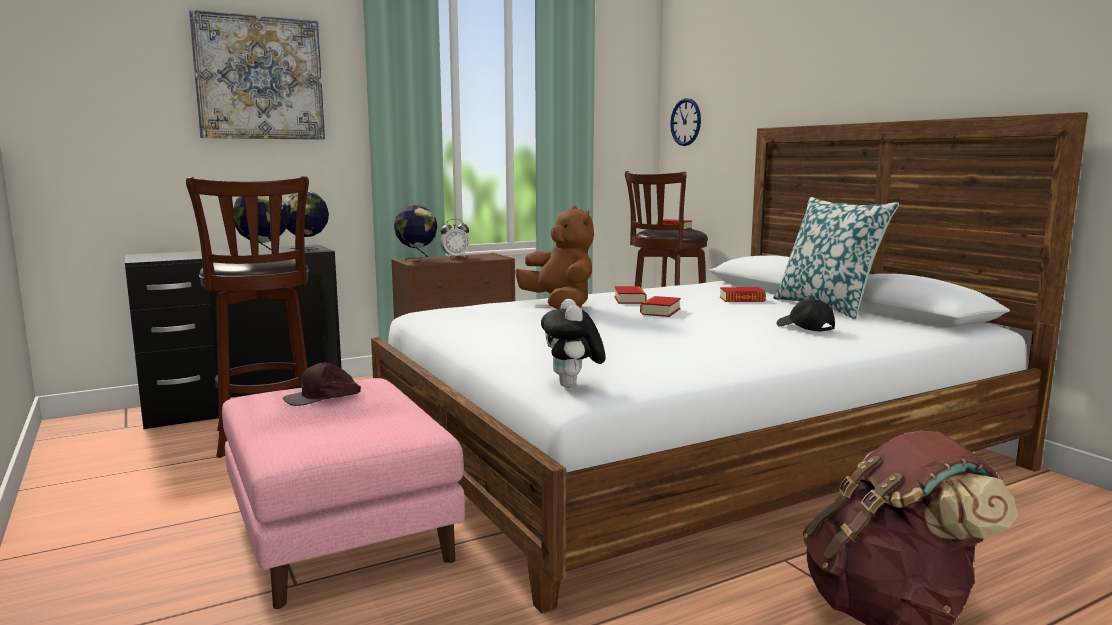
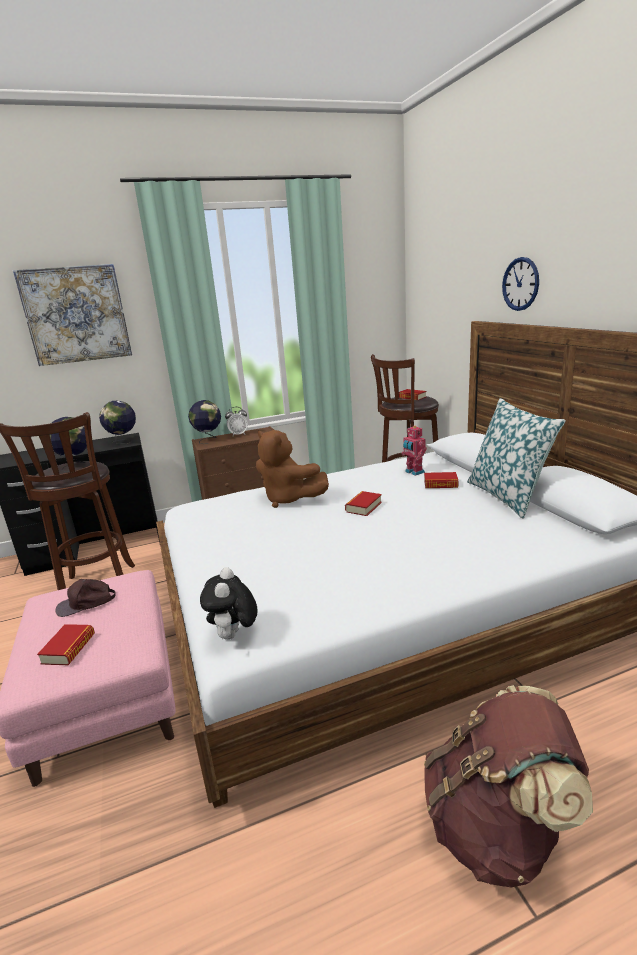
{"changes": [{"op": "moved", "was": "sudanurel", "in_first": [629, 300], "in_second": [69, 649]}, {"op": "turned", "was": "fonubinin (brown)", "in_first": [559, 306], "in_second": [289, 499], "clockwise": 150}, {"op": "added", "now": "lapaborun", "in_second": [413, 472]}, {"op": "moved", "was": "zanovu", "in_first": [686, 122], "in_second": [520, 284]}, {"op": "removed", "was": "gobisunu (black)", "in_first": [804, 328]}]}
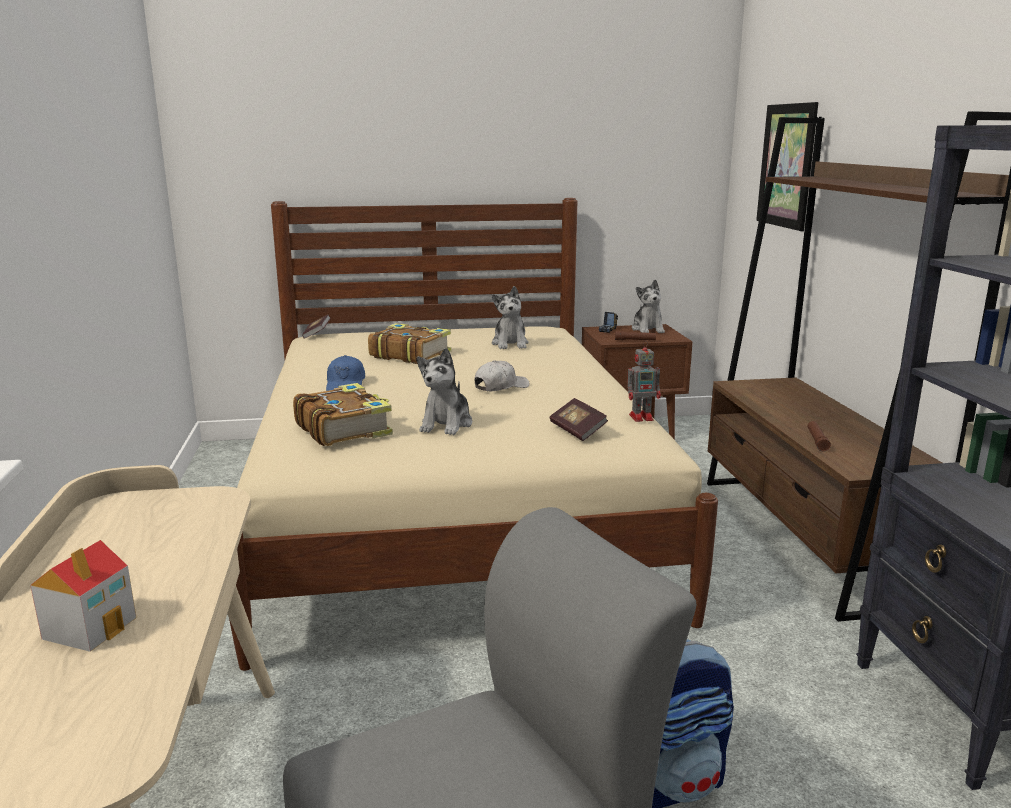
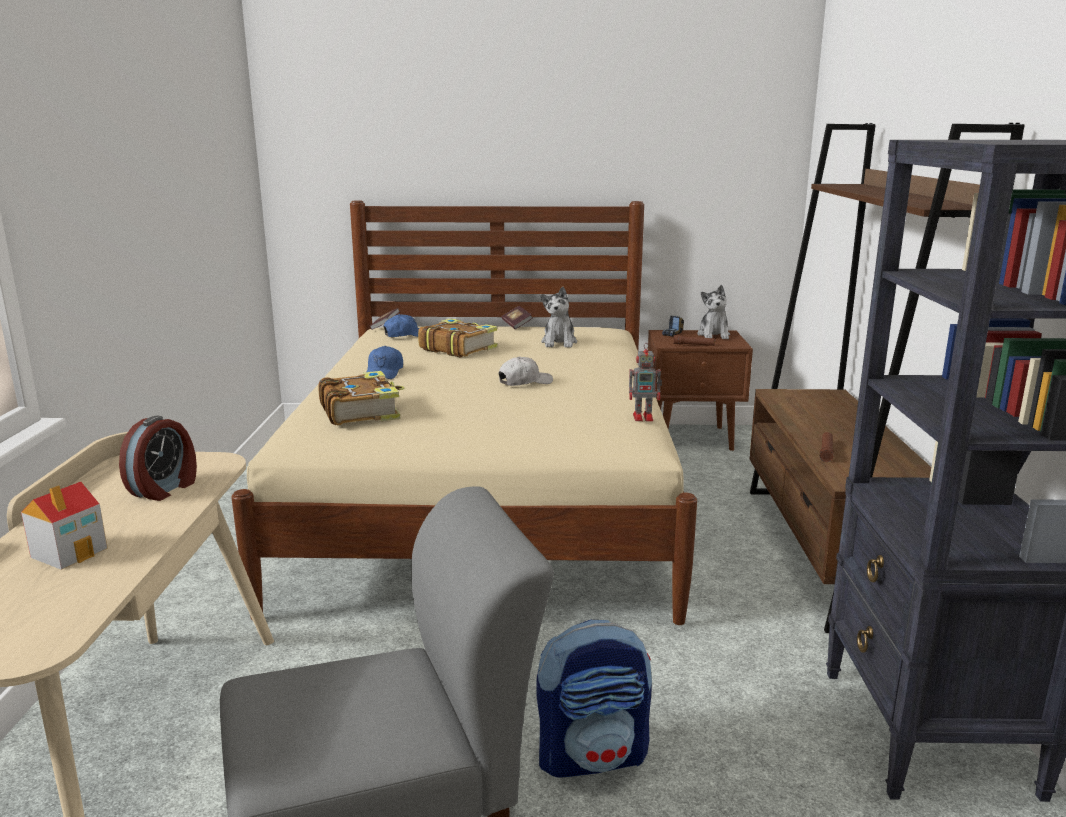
{"changes": [{"op": "added", "now": "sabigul", "in_second": [165, 489]}, {"op": "added", "now": "gobisunu (blue)", "in_second": [406, 335]}, {"op": "moved", "was": "sudanurel", "in_first": [577, 430], "in_second": [517, 325]}, {"op": "removed", "was": "fonubinin", "in_first": [446, 424]}, {"op": "removed", "was": "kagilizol", "in_first": [786, 166]}]}
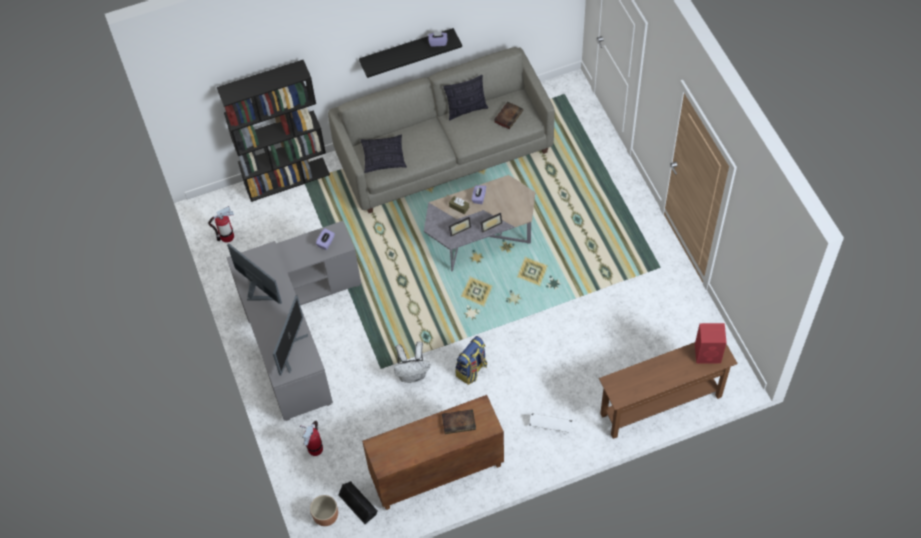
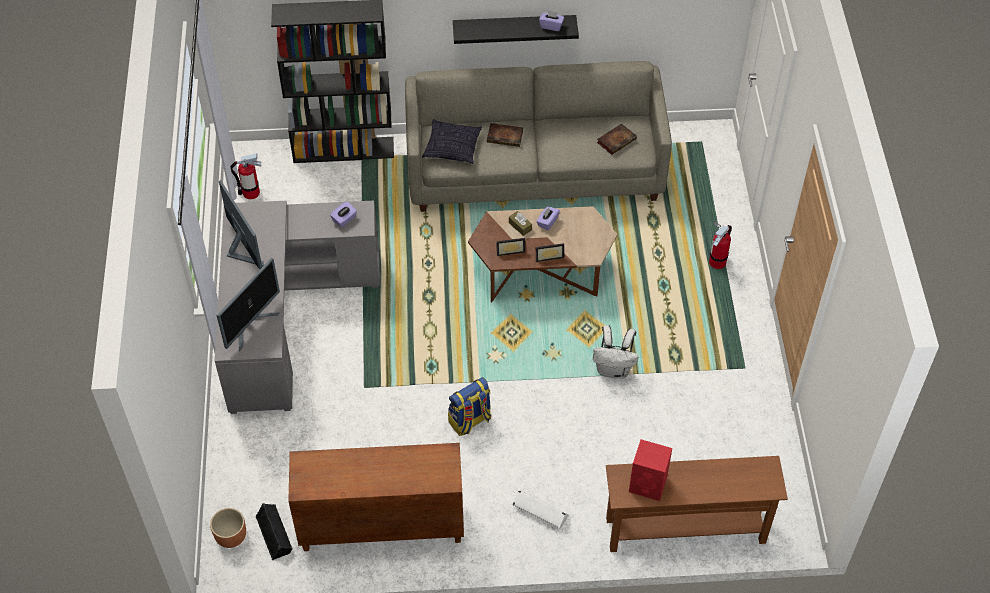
{"changes": [{"op": "recoloured", "was": "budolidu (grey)", "now": "budolidu (brown)", "in_first": [480, 235], "in_second": [541, 271]}, {"op": "moved", "was": "sudanurel", "in_first": [459, 422], "in_second": [506, 136]}, {"op": "moved", "was": "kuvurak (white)", "in_first": [413, 374], "in_second": [614, 369]}, {"op": "moved", "was": "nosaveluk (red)", "in_first": [708, 353], "in_second": [648, 484]}, {"op": "moved", "was": "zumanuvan", "in_first": [315, 448], "in_second": [717, 262]}, {"op": "removed", "was": "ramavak", "in_first": [466, 109]}]}
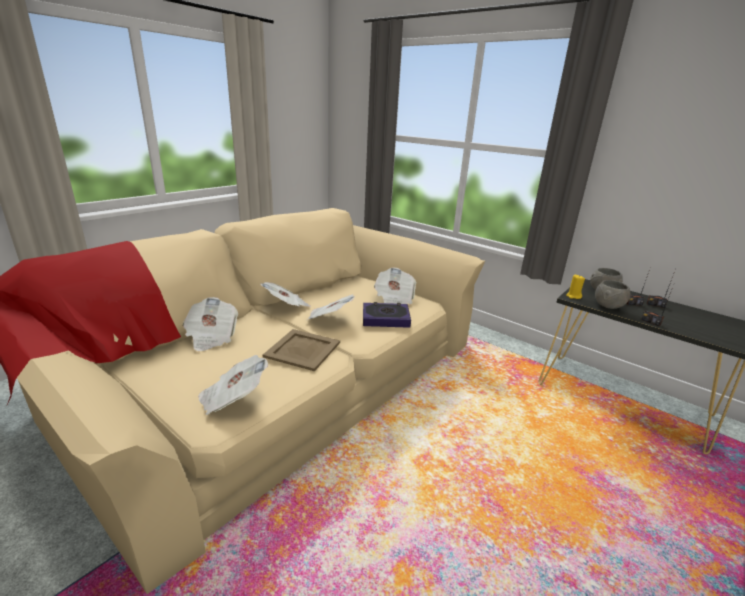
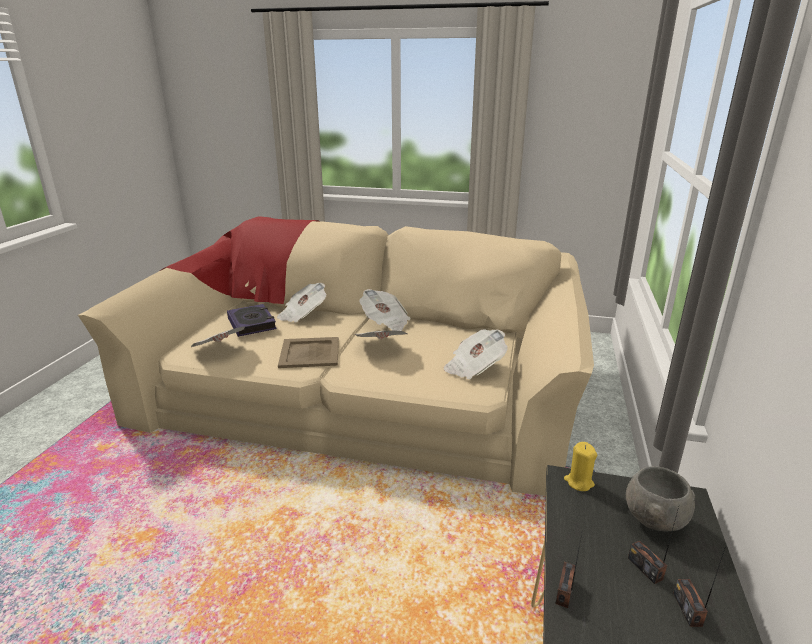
{"changes": [{"op": "moved", "was": "sudanurel", "in_first": [385, 318], "in_second": [252, 324]}, {"op": "removed", "was": "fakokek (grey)", "in_first": [608, 307]}]}
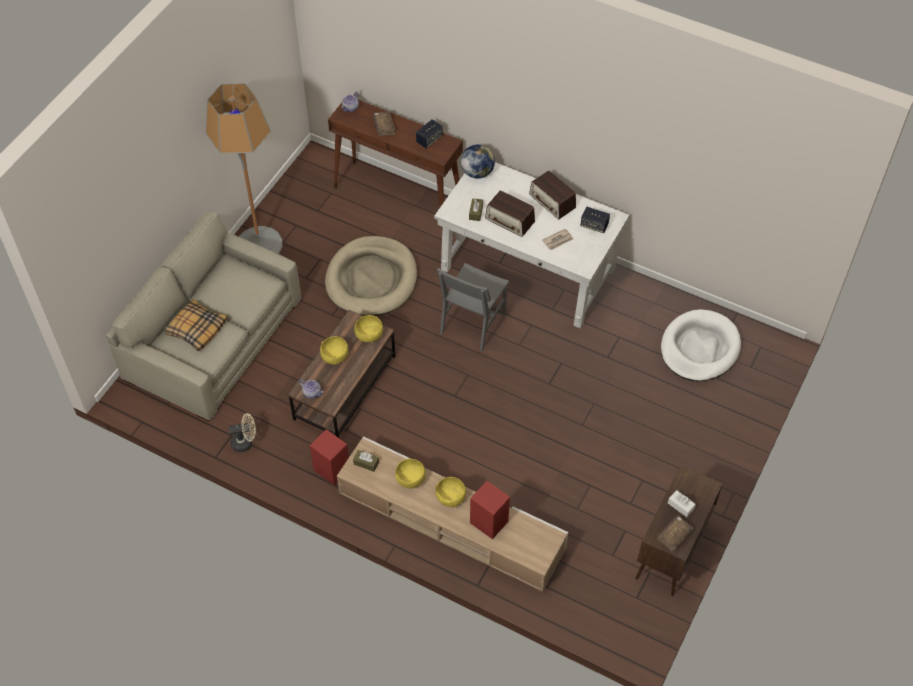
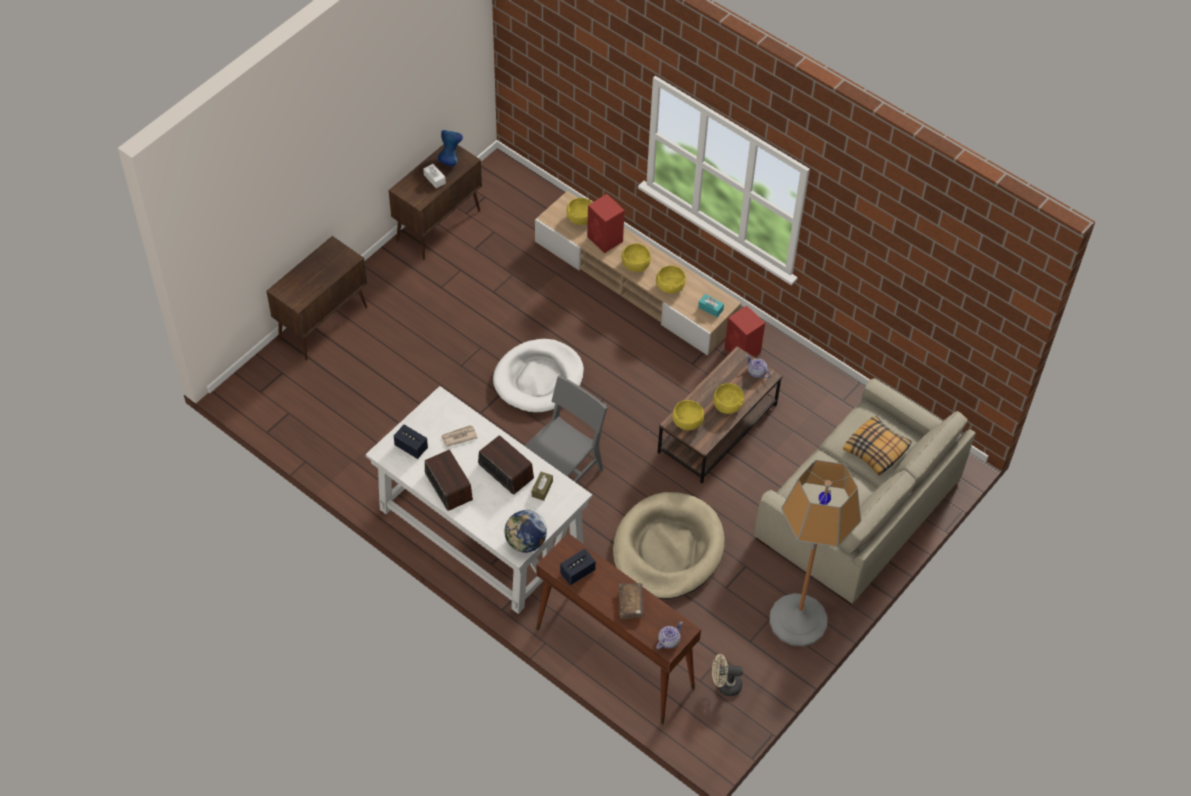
{"changes": [{"op": "added", "now": "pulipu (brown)", "in_second": [323, 323]}, {"op": "replaced", "was": "sudanurel (brown)", "now": "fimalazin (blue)", "in_first": [674, 535], "in_second": [450, 158]}, {"op": "moved", "was": "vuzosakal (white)", "in_first": [699, 348], "in_second": [538, 379]}, {"op": "added", "now": "fakokek (yellow)", "in_second": [581, 218]}, {"op": "recoloured", "was": "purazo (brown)", "now": "purazo (turquoise)", "in_first": [366, 463], "in_second": [710, 308]}, {"op": "moved", "was": "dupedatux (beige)", "in_first": [245, 442], "in_second": [725, 685]}]}
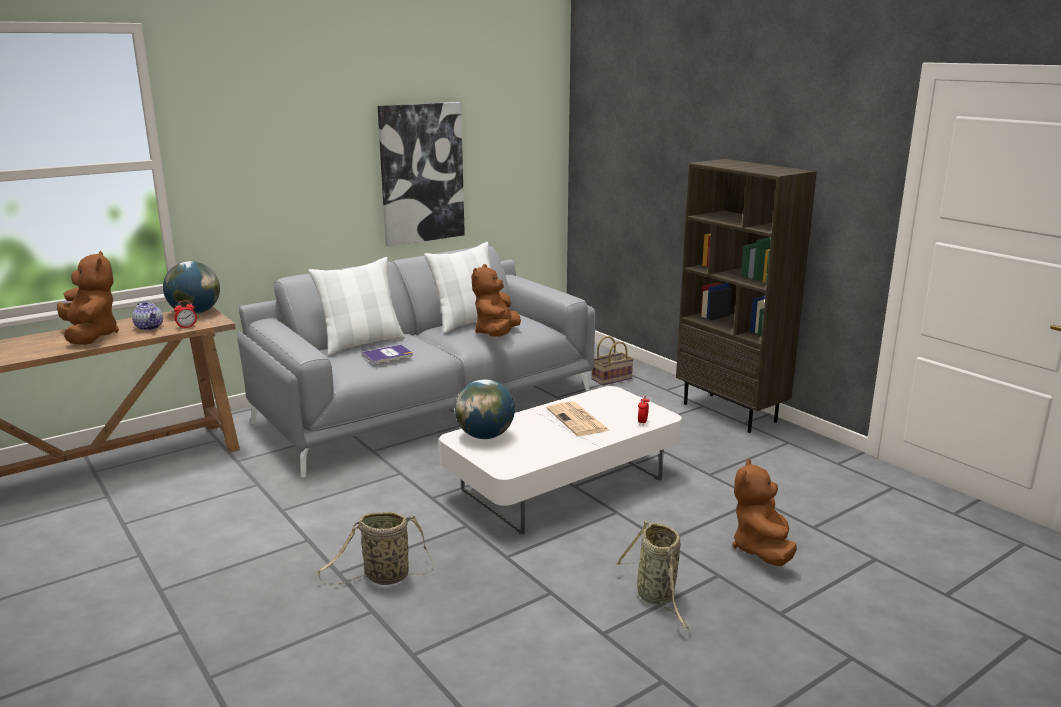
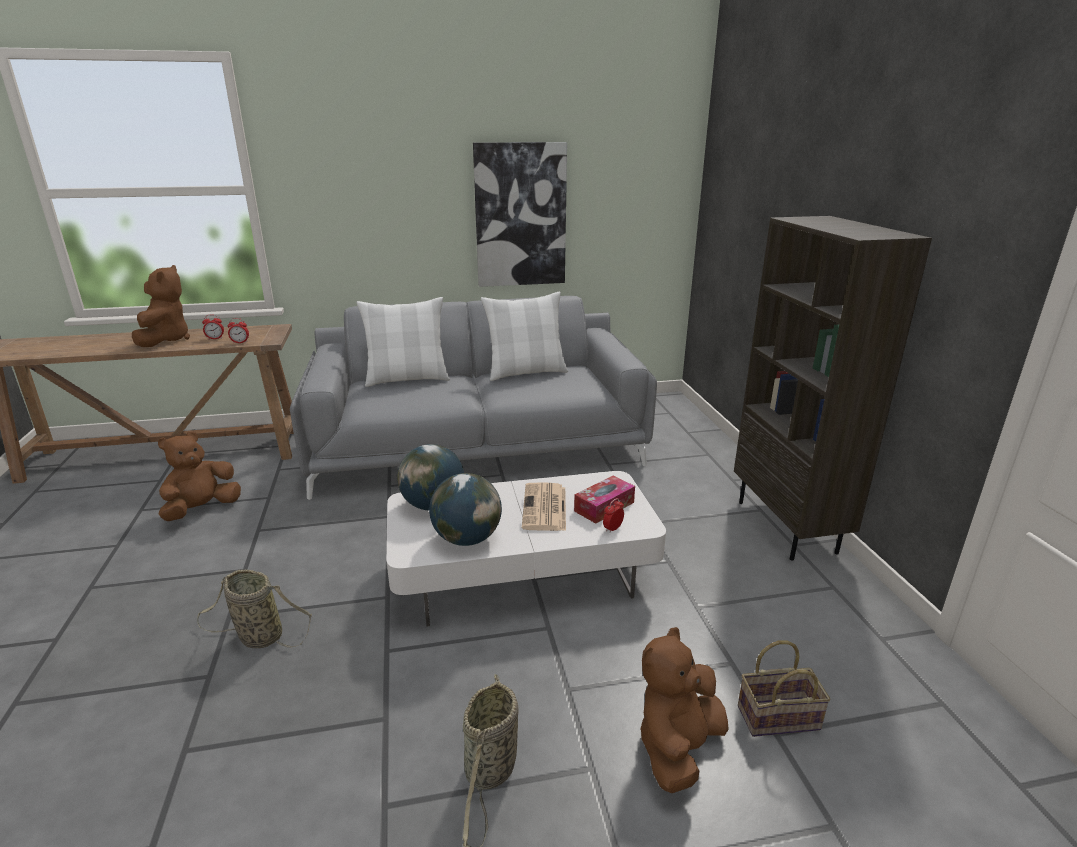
{"changes": [{"op": "moved", "was": "fonubinin (brown)", "in_first": [496, 334], "in_second": [202, 509]}, {"op": "replaced", "was": "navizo", "now": "sabigul", "in_first": [149, 327], "in_second": [215, 338]}, {"op": "moved", "was": "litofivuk", "in_first": [194, 313], "in_second": [466, 539]}, {"op": "added", "now": "purazo", "in_second": [604, 506]}, {"op": "moved", "was": "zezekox", "in_first": [612, 378], "in_second": [779, 716]}, {"op": "removed", "was": "sudanurel", "in_first": [387, 355]}]}
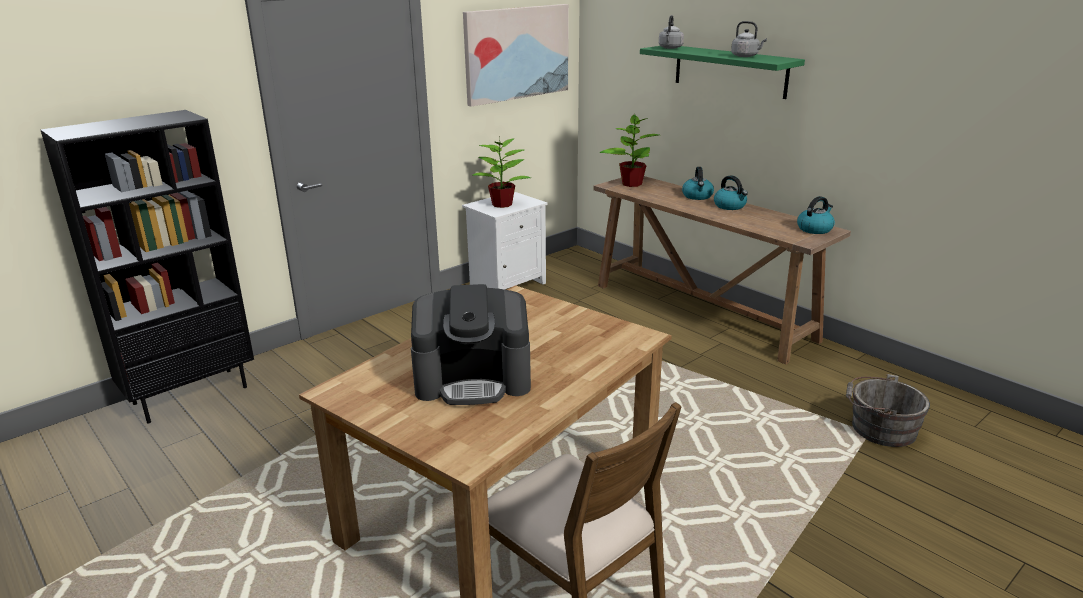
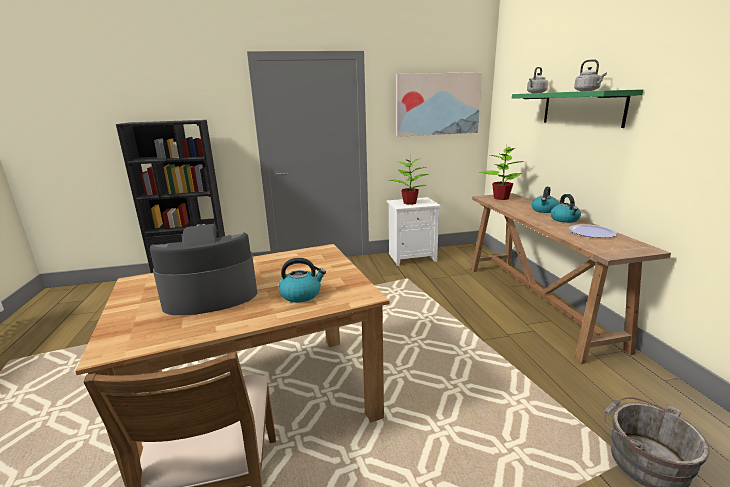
{"changes": [{"op": "turned", "was": "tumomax", "in_first": [473, 379], "in_second": [210, 295], "clockwise": 135}, {"op": "moved", "was": "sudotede", "in_first": [814, 229], "in_second": [301, 294]}, {"op": "added", "now": "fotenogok", "in_second": [591, 232]}]}
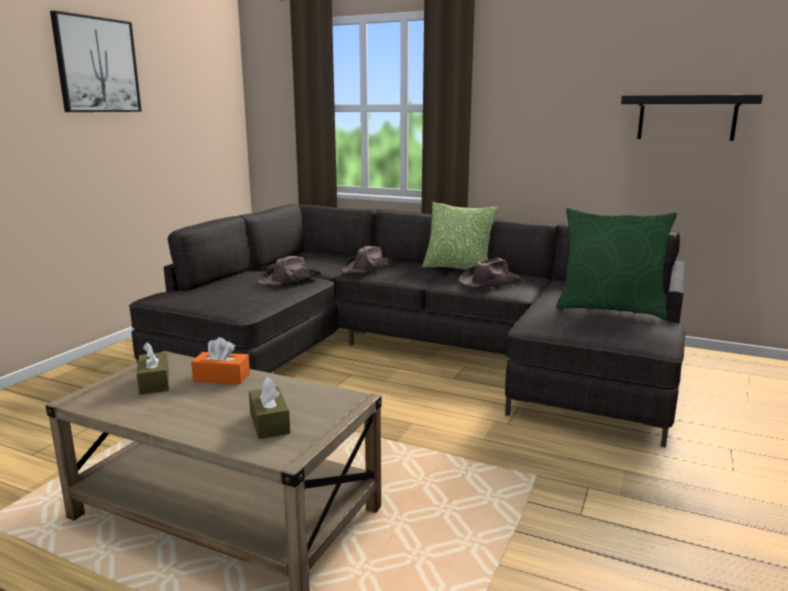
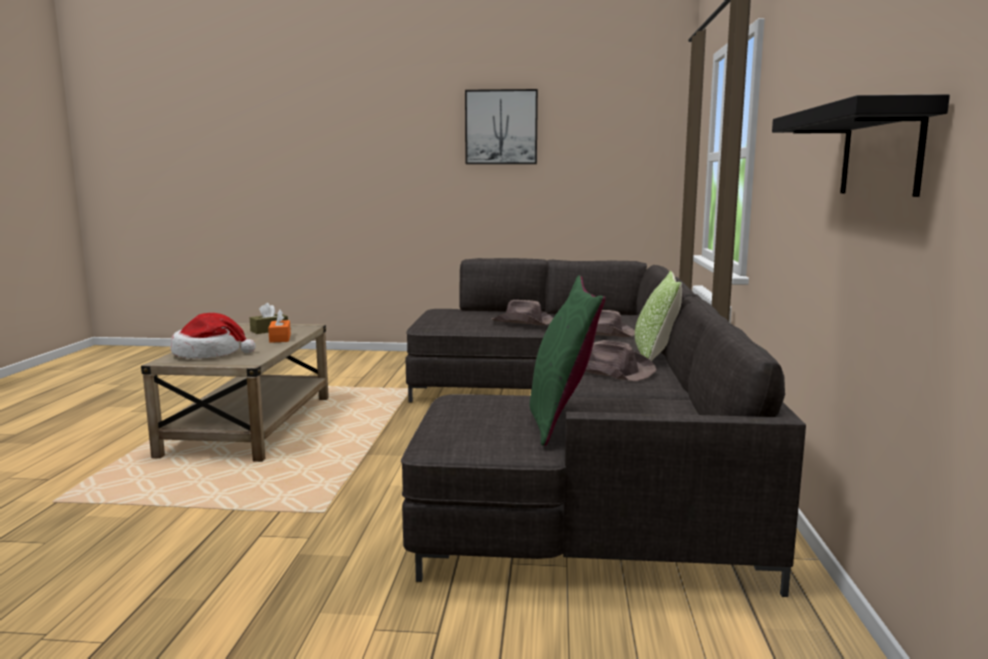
{"changes": [{"op": "replaced", "was": "purazo (brown)", "now": "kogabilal", "in_first": [269, 423], "in_second": [209, 354]}]}
